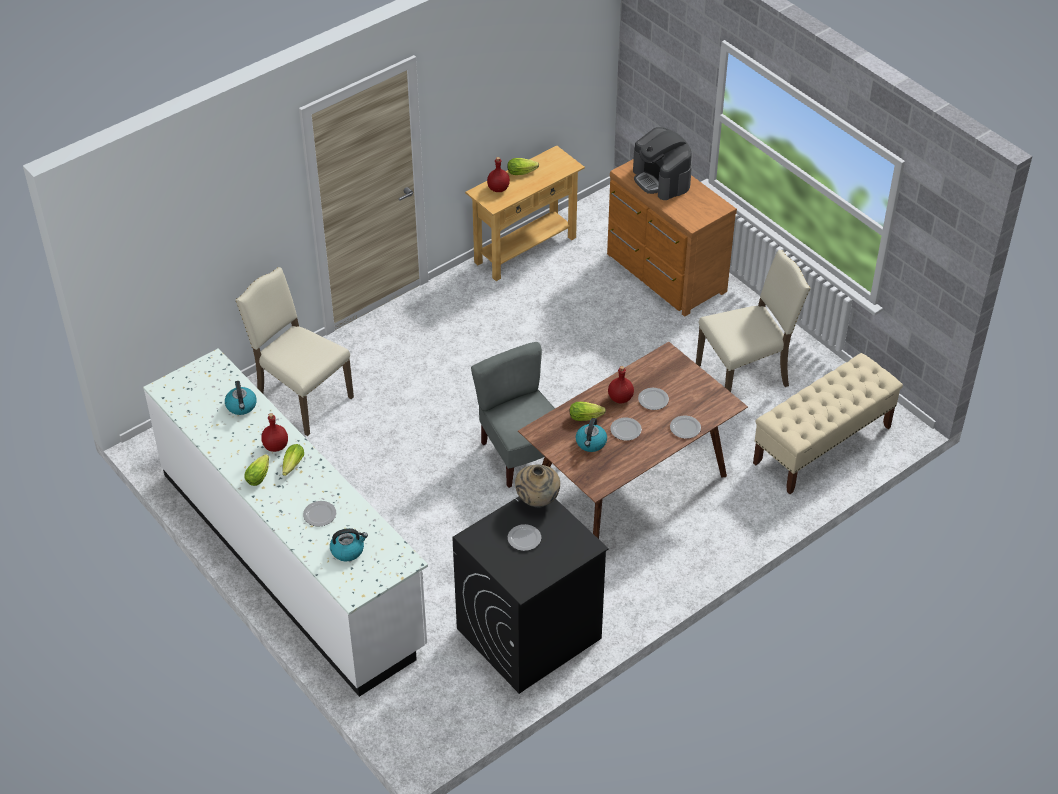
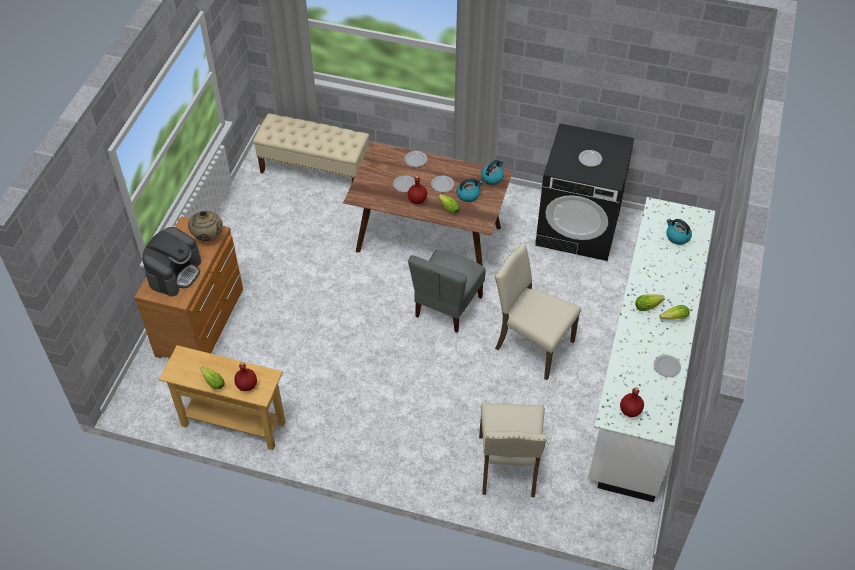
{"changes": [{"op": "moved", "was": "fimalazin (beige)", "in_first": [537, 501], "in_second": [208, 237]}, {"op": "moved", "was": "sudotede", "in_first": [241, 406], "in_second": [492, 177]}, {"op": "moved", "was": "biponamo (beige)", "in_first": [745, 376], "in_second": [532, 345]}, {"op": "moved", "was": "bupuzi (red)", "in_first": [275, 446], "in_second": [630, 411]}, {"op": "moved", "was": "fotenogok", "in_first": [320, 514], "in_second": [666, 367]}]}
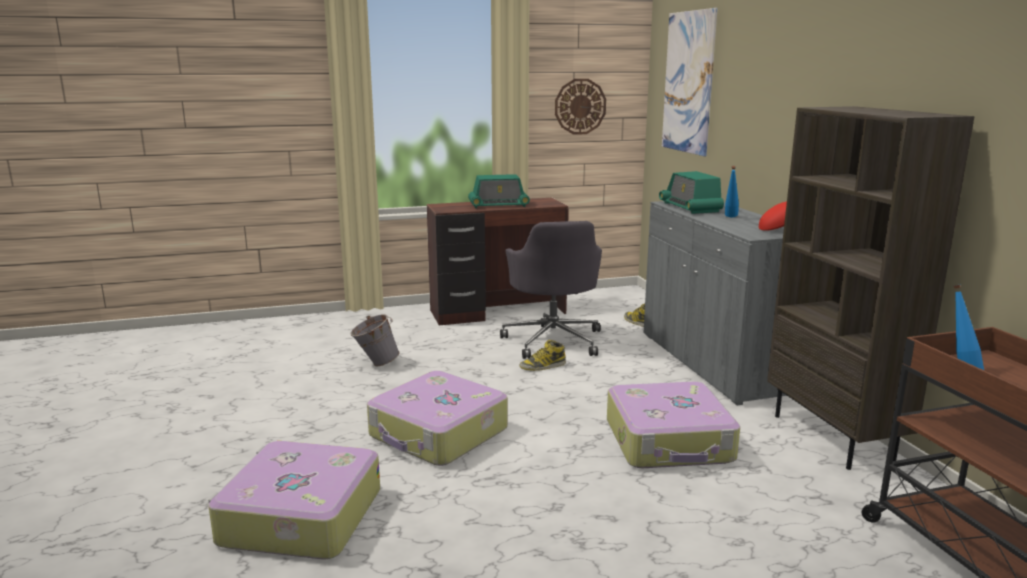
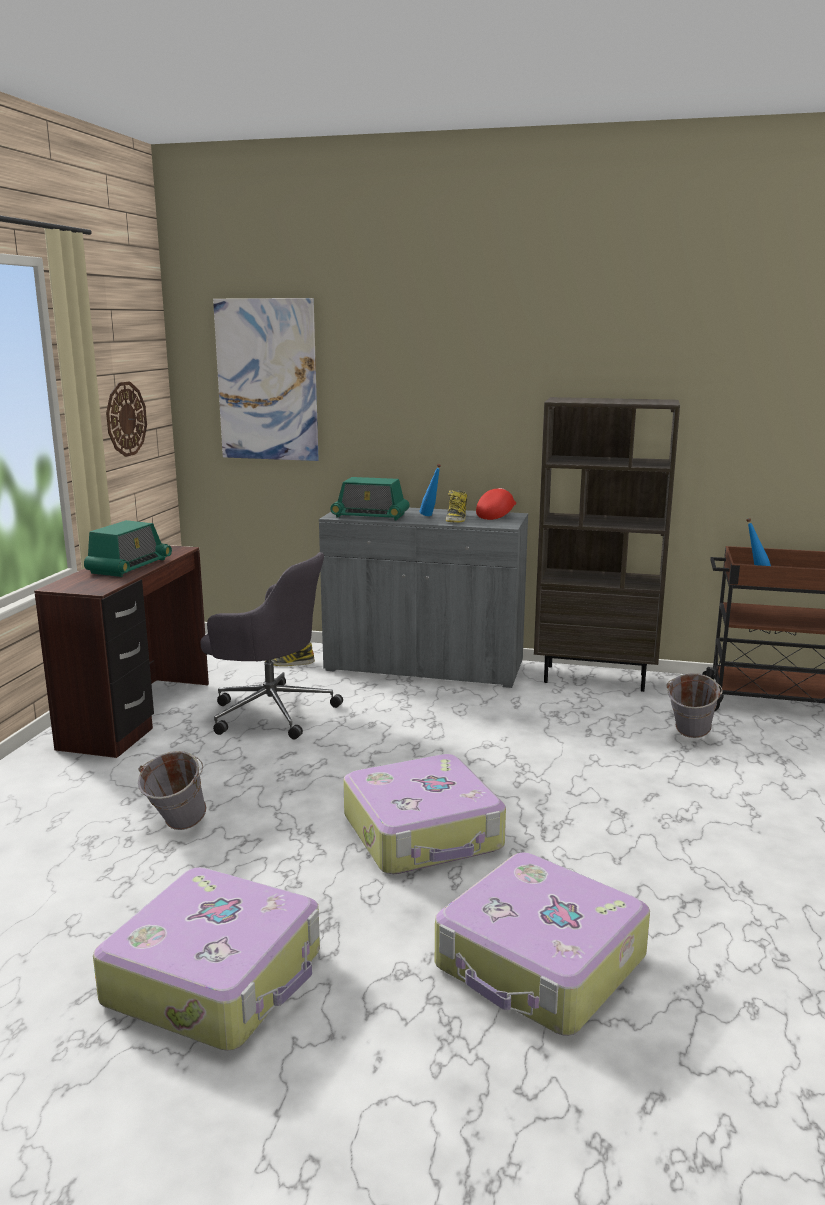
{"changes": [{"op": "moved", "was": "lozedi", "in_first": [669, 441], "in_second": [217, 977]}, {"op": "moved", "was": "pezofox", "in_first": [543, 366], "in_second": [456, 519]}, {"op": "added", "now": "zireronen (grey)", "in_second": [689, 736]}]}
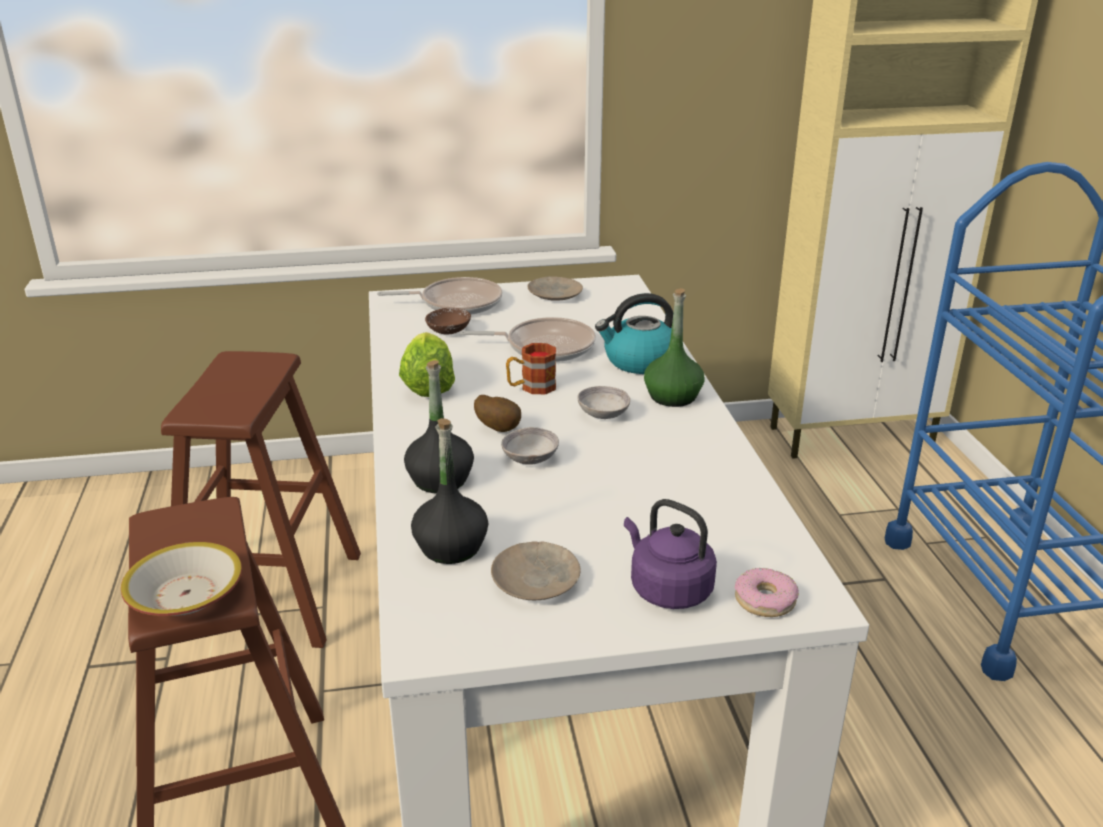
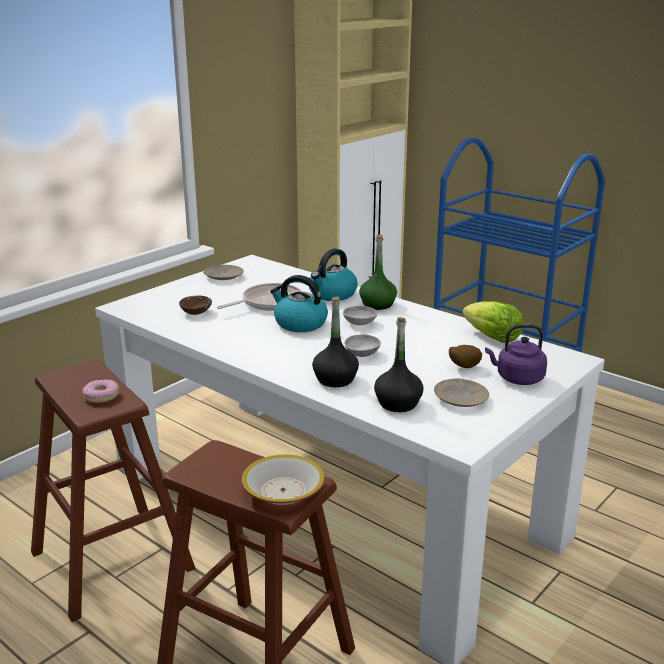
{"changes": [{"op": "moved", "was": "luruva", "in_first": [765, 600], "in_second": [101, 396]}, {"op": "replaced", "was": "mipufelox", "now": "sudotede", "in_first": [531, 387], "in_second": [299, 324]}, {"op": "moved", "was": "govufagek", "in_first": [499, 428], "in_second": [463, 367]}, {"op": "moved", "was": "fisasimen", "in_first": [428, 387], "in_second": [493, 338]}, {"op": "removed", "was": "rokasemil", "in_first": [456, 303]}]}
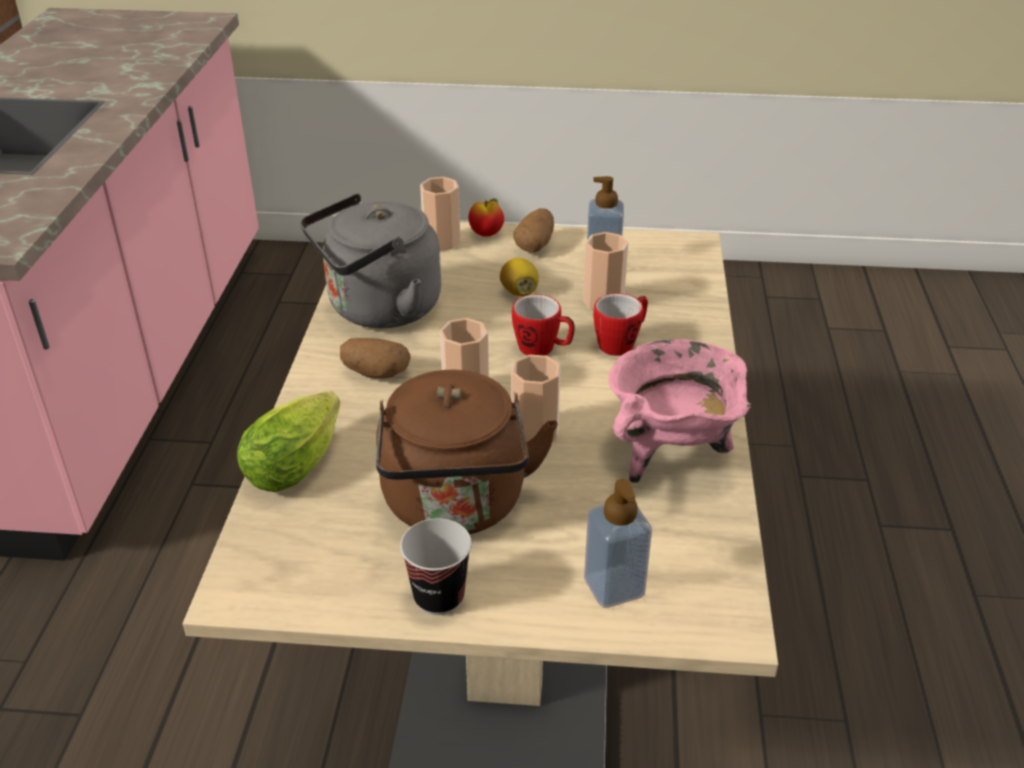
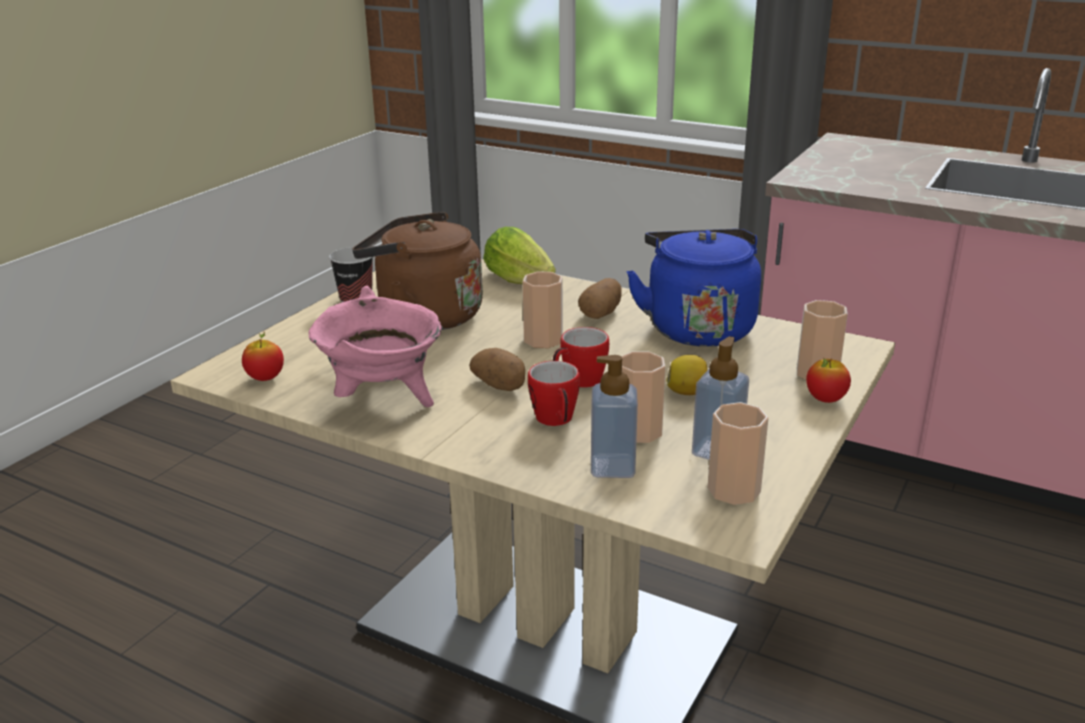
{"changes": [{"op": "added", "now": "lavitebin", "in_second": [265, 378]}, {"op": "moved", "was": "govufagek", "in_first": [535, 245], "in_second": [500, 386]}, {"op": "moved", "was": "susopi", "in_first": [614, 587], "in_second": [612, 467]}, {"op": "recoloured", "was": "sudotede (grey)", "now": "sudotede (blue)", "in_first": [378, 309], "in_second": [697, 327]}, {"op": "moved", "was": "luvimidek", "in_first": [535, 433], "in_second": [733, 490]}]}
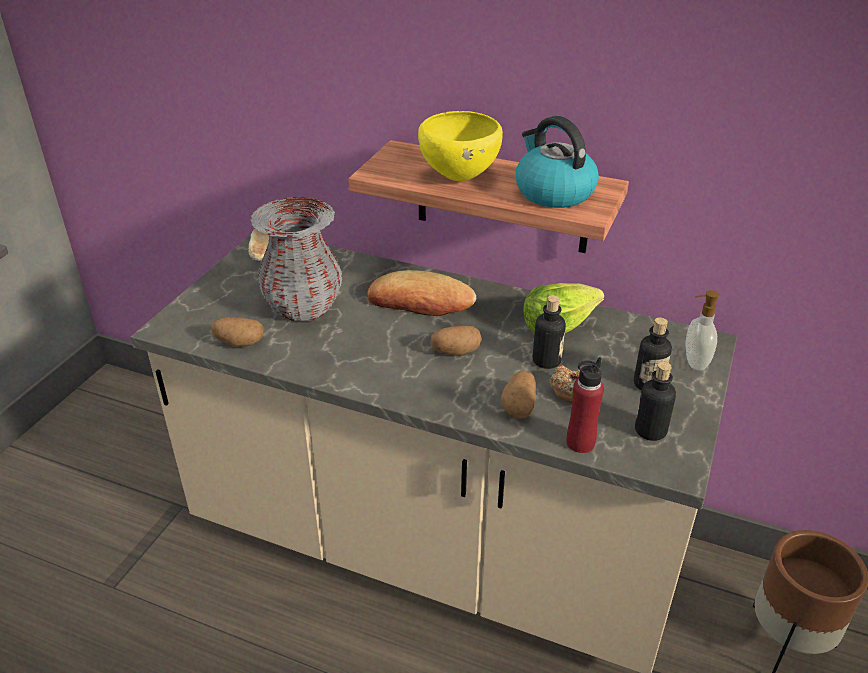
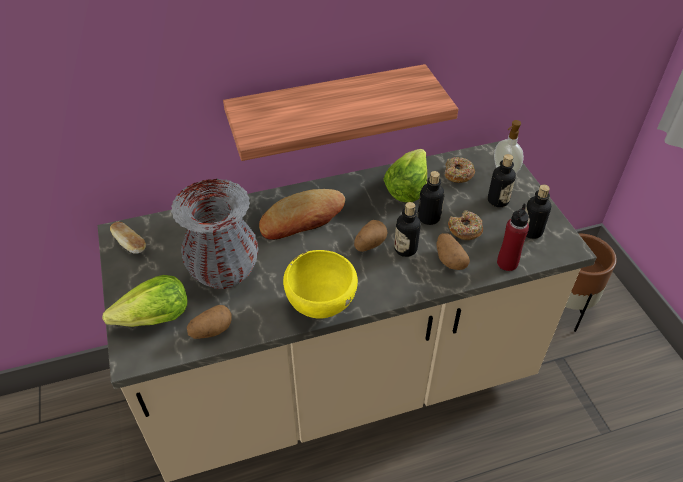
{"changes": [{"op": "added", "now": "fisasimen", "in_second": [155, 319]}, {"op": "moved", "was": "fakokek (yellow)", "in_first": [459, 178], "in_second": [320, 306]}, {"op": "added", "now": "bupuzi", "in_second": [405, 249]}, {"op": "added", "now": "luruva", "in_second": [458, 174]}, {"op": "removed", "was": "sudotede", "in_first": [553, 192]}]}
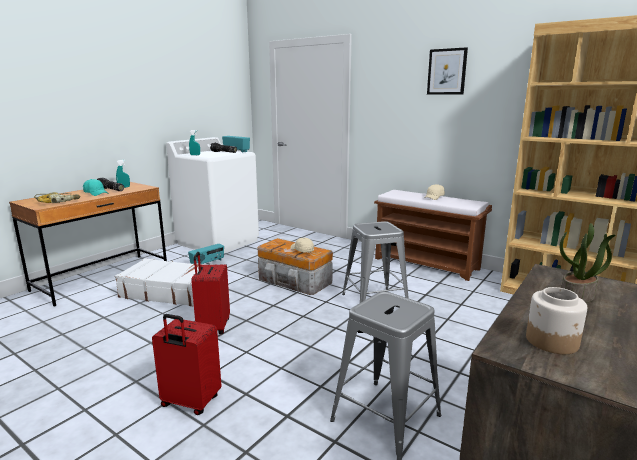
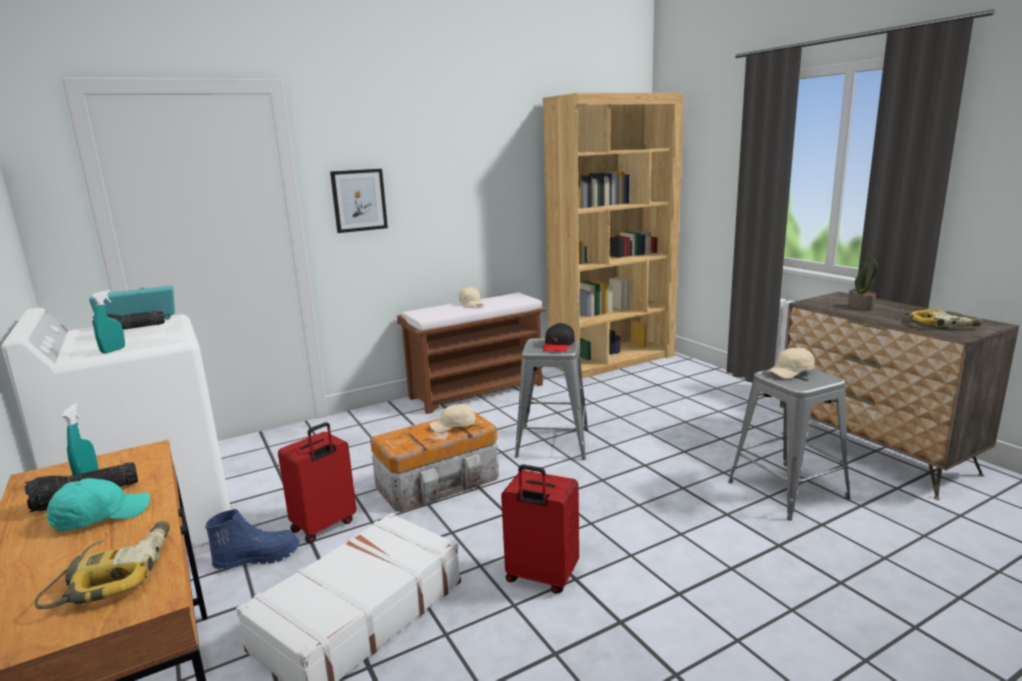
{"changes": [{"op": "replaced", "was": "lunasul", "now": "pezofox (blue)", "in_first": [207, 263], "in_second": [257, 558]}, {"op": "moved", "was": "lozedi (red)", "in_first": [190, 402], "in_second": [324, 526]}, {"op": "moved", "was": "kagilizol", "in_first": [447, 71], "in_second": [359, 200]}, {"op": "added", "now": "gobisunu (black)", "in_second": [558, 345]}, {"op": "added", "now": "gobisunu (beige)", "in_second": [791, 372]}, {"op": "replaced", "was": "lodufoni", "now": "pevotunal", "in_first": [552, 341], "in_second": [940, 324]}]}
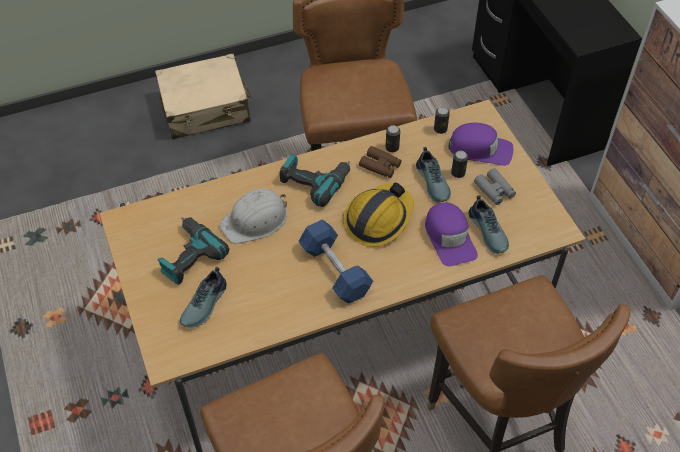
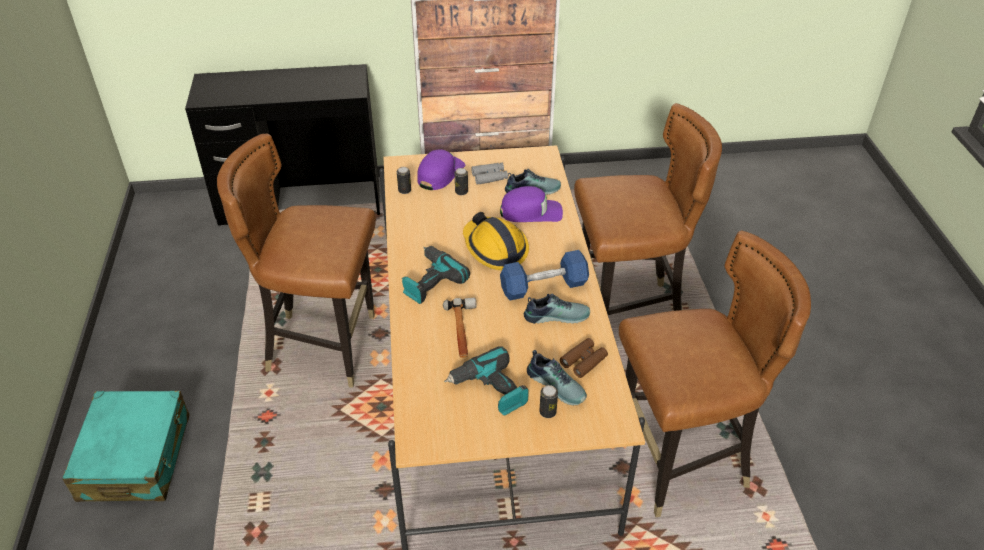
{"changes": [{"op": "recoloured", "was": "lozedi (beige)", "now": "lozedi (turquoise)", "in_first": [205, 108], "in_second": [136, 457]}, {"op": "replaced", "was": "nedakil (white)", "now": "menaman", "in_first": [255, 220], "in_second": [462, 331]}, {"op": "moved", "was": "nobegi", "in_first": [434, 182], "in_second": [556, 315]}, {"op": "moved", "was": "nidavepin", "in_first": [392, 148], "in_second": [547, 412]}, {"op": "moved", "was": "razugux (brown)", "in_first": [380, 166], "in_second": [583, 361]}]}
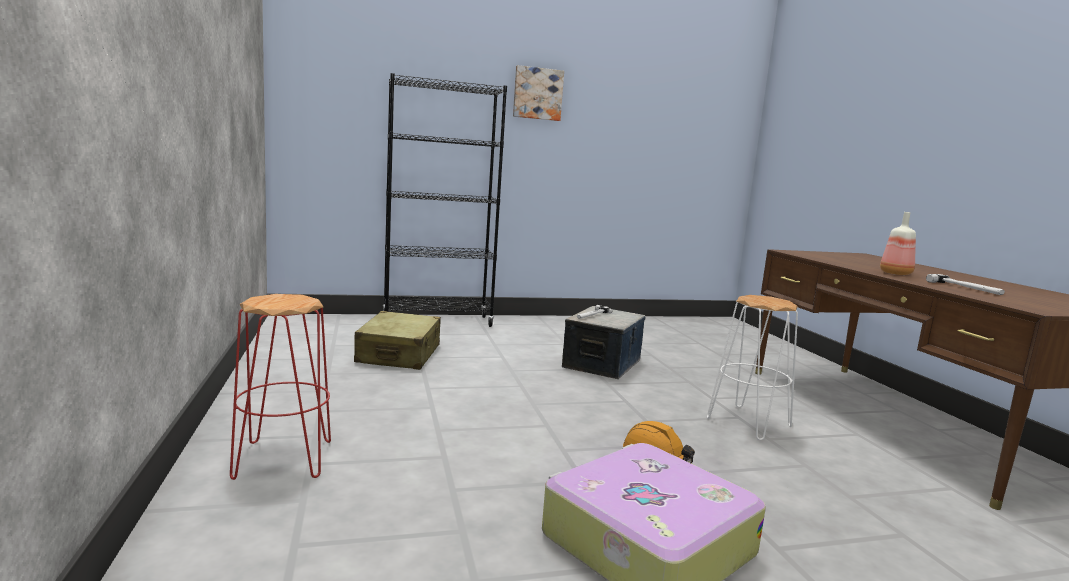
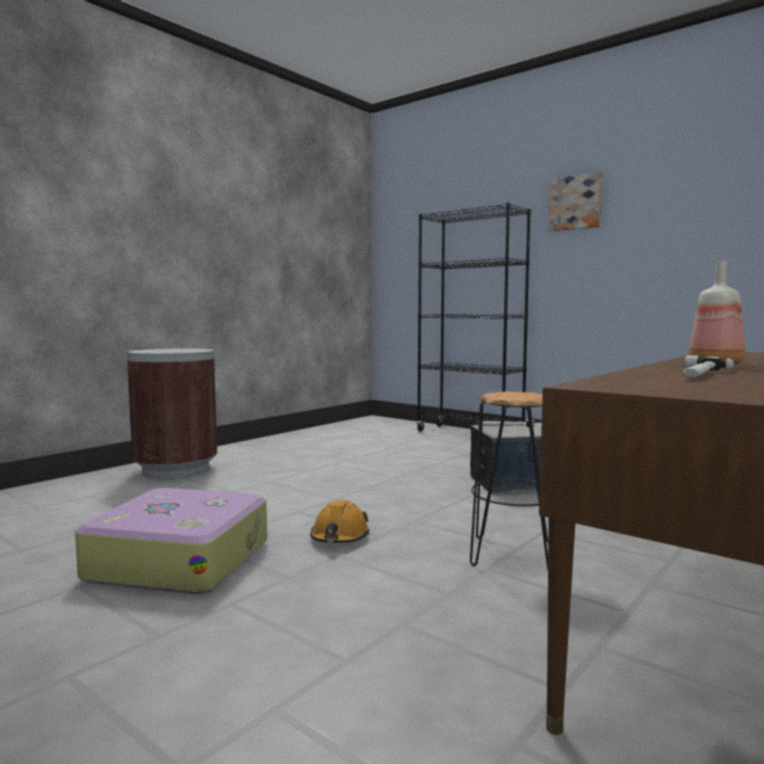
{"changes": [{"op": "replaced", "was": "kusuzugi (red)", "now": "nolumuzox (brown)", "in_first": [283, 459], "in_second": [176, 470]}, {"op": "recoloured", "was": "kusuzugi (white)", "now": "kusuzugi (black)", "in_first": [747, 422], "in_second": [512, 554]}, {"op": "removed", "was": "lozedi (beige)", "in_first": [399, 354]}]}
